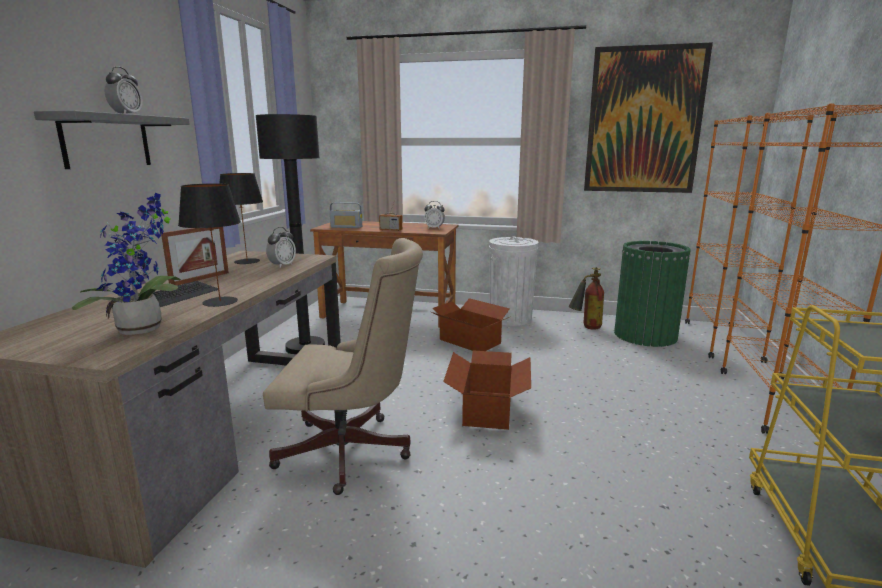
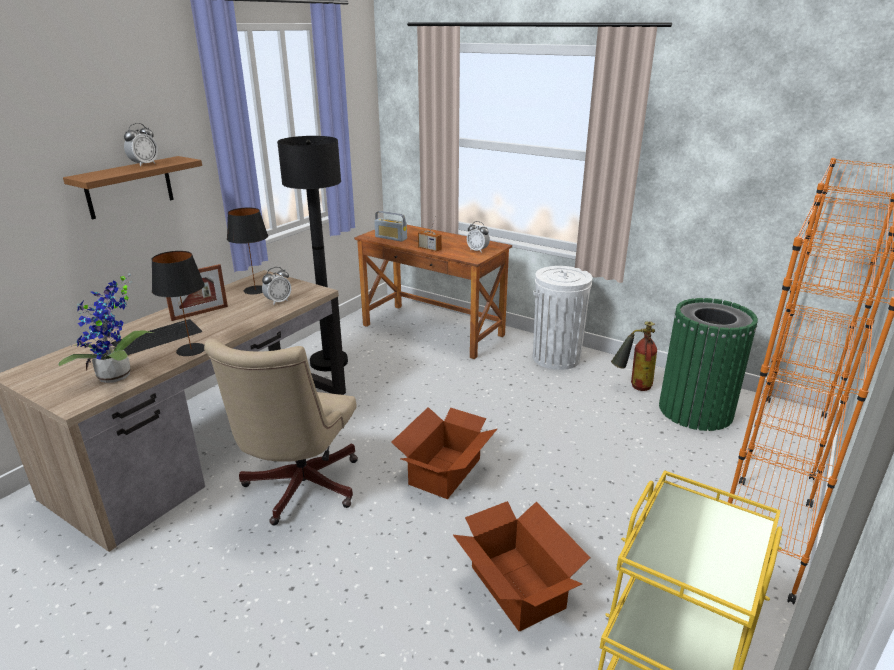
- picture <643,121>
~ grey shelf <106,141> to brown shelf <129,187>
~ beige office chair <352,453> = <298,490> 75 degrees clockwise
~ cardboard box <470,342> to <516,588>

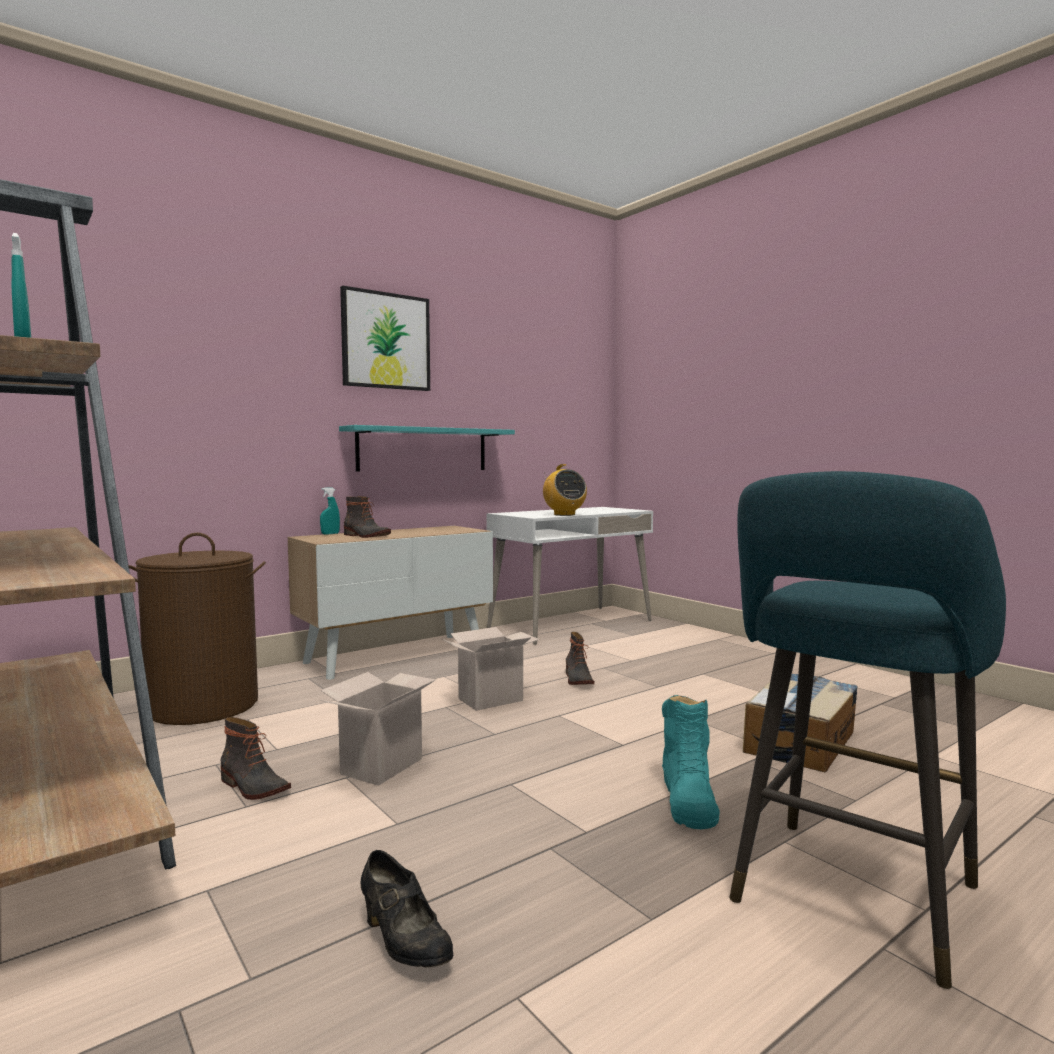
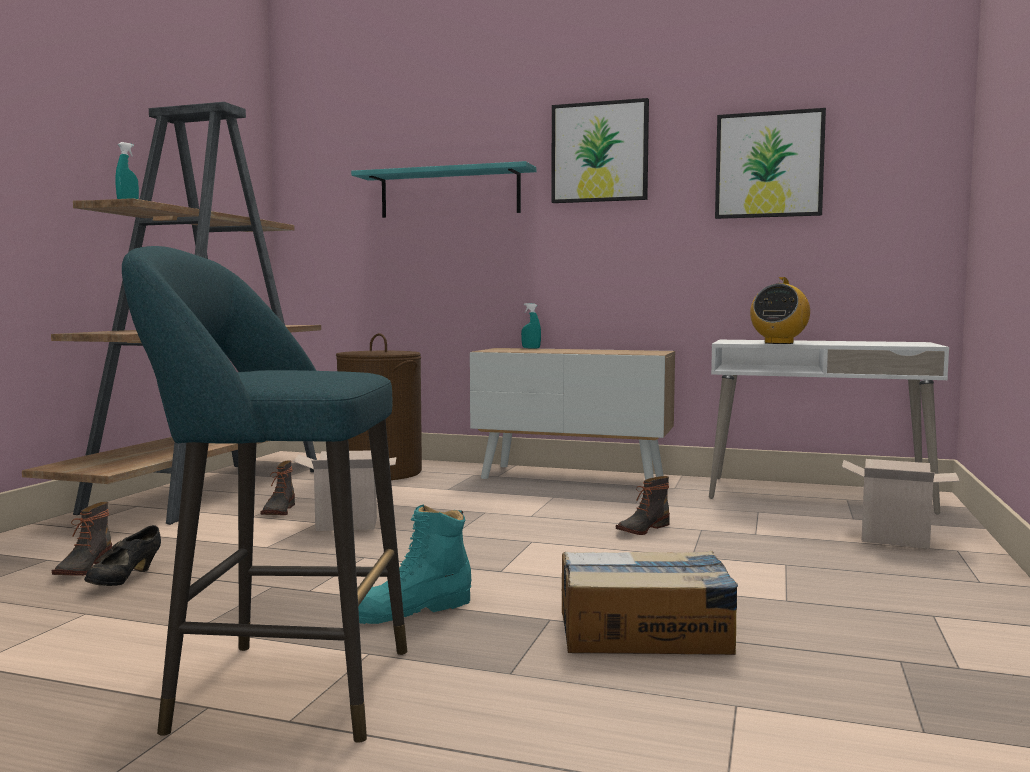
~ turquoise shelf <423,449> to <449,193>
~ boot <365,536> to <82,568>
~ cardboard box <491,699> to <897,539>
+ picture <769,165>

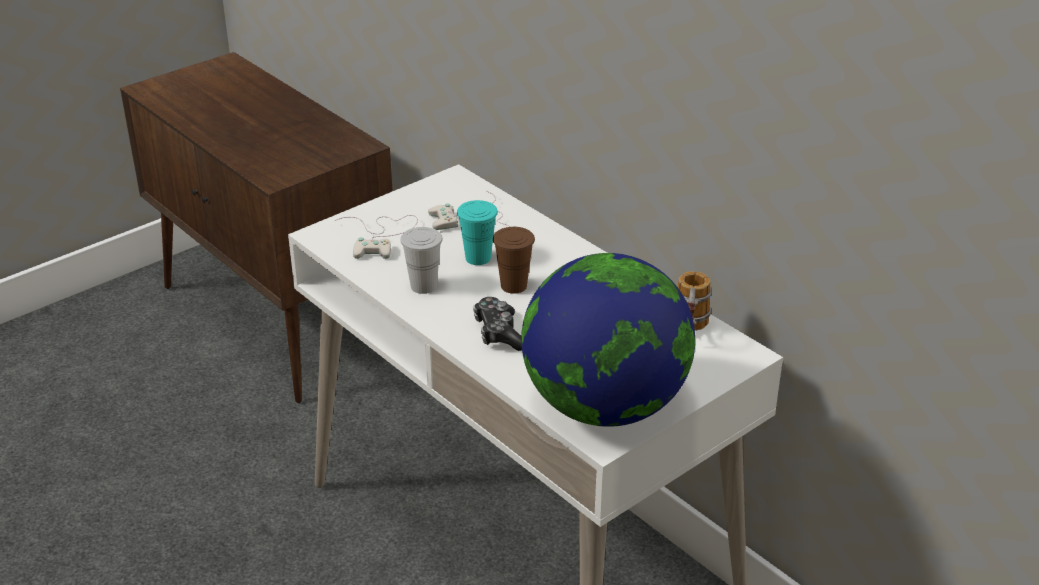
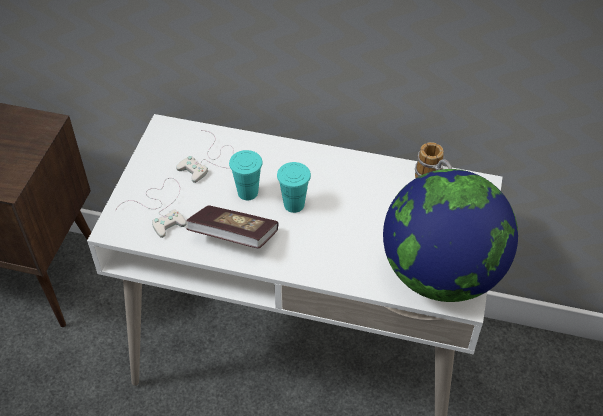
~ white cup <423,286> to book <234,237>
~ brown cup <513,286> to turquoise cup <294,204>
- game controller <499,333>

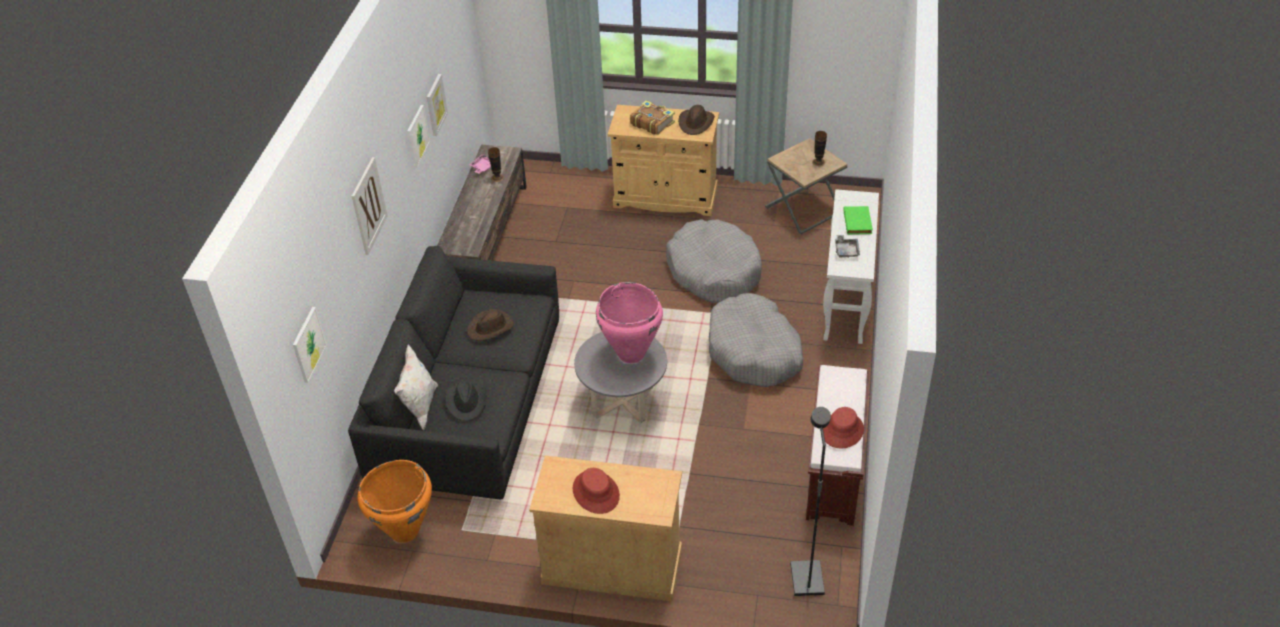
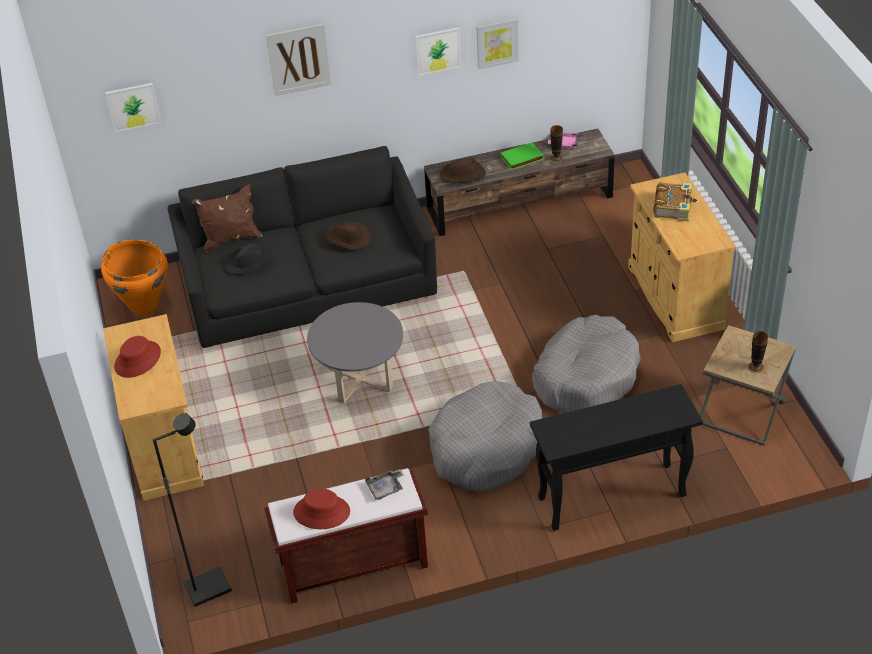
~ brown hat <696,123> to <463,175>
~ white console table <846,303> to black console table <610,497>
~ green book <858,222> to <522,159>
~ grey tray <846,250> to <386,488>
- pink vase <631,354>
~ white pillow <420,407> to brown pillow <231,239>

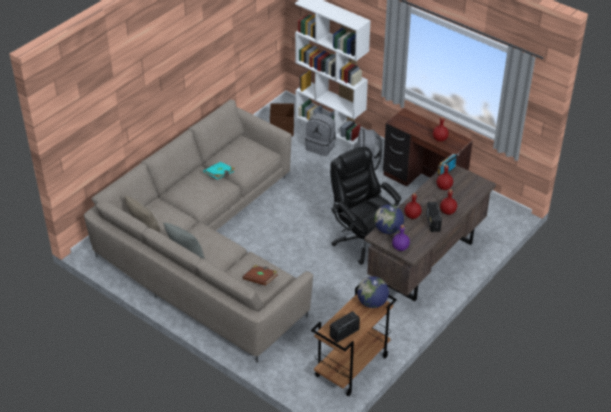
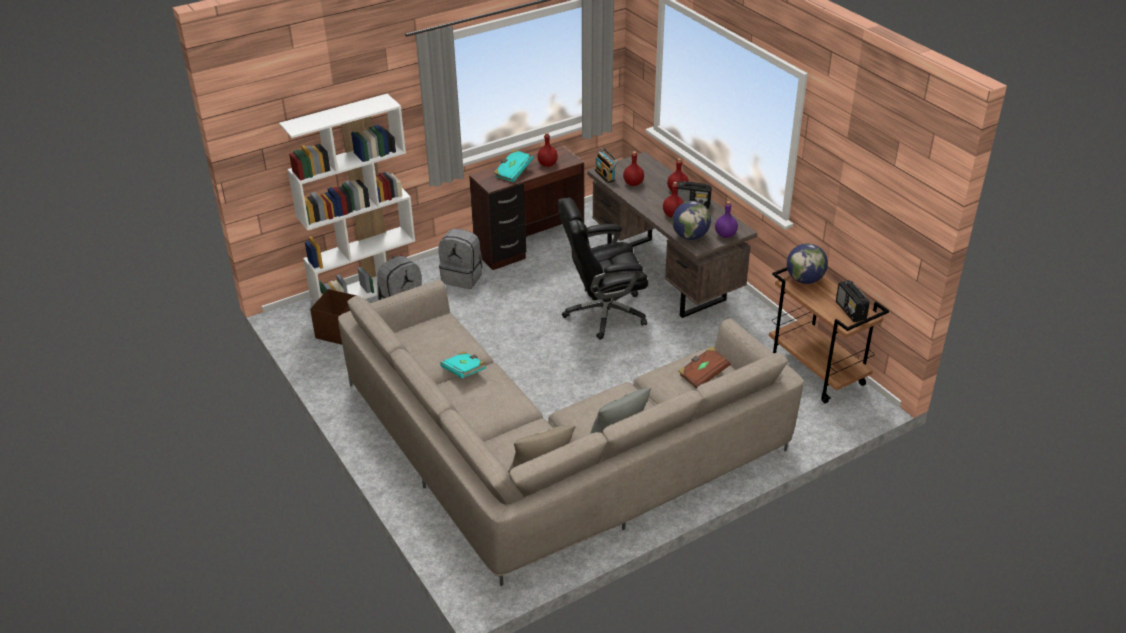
+ turquoise book <513,172>

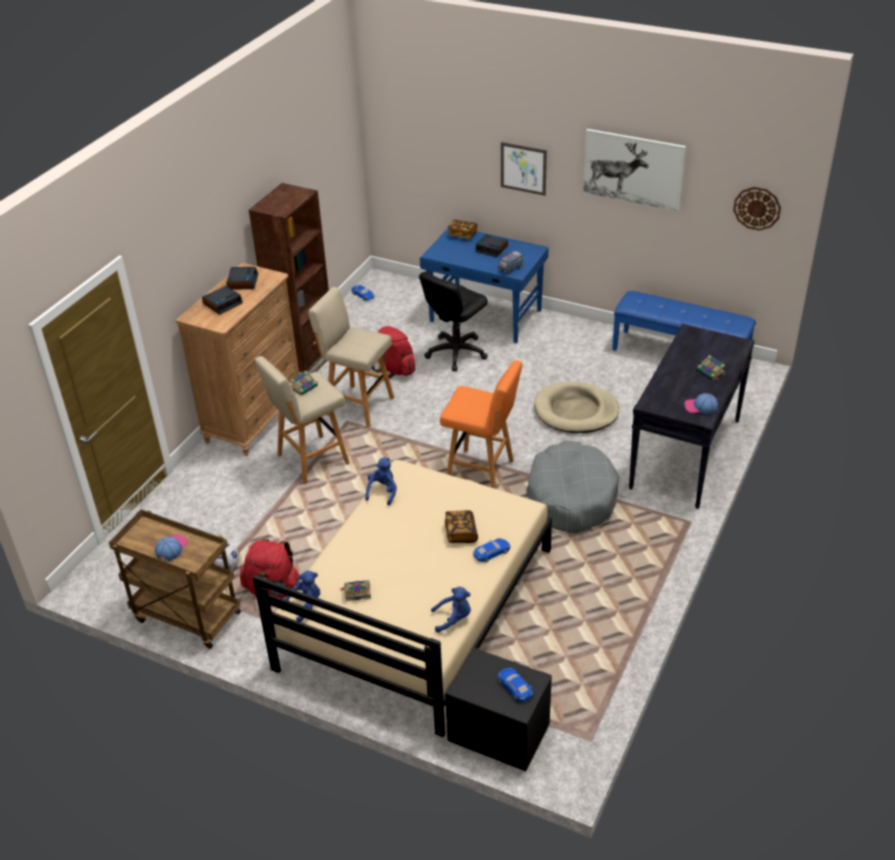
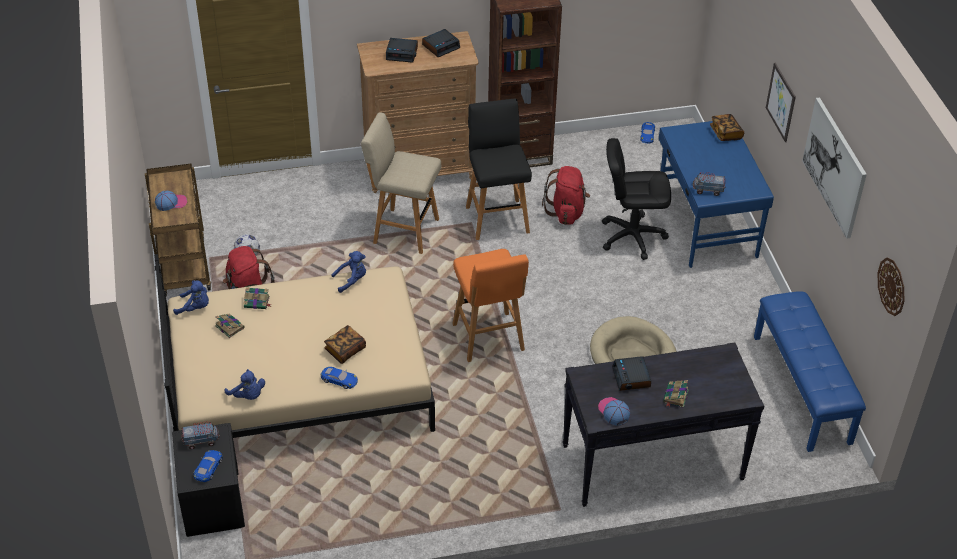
~ alarm clock <492,249> to <631,377>
~ beige stool <358,405> to black stool <497,218>
~ book <304,387> to <257,302>
- grey dog bed <571,497>
+ toy truck <201,441>

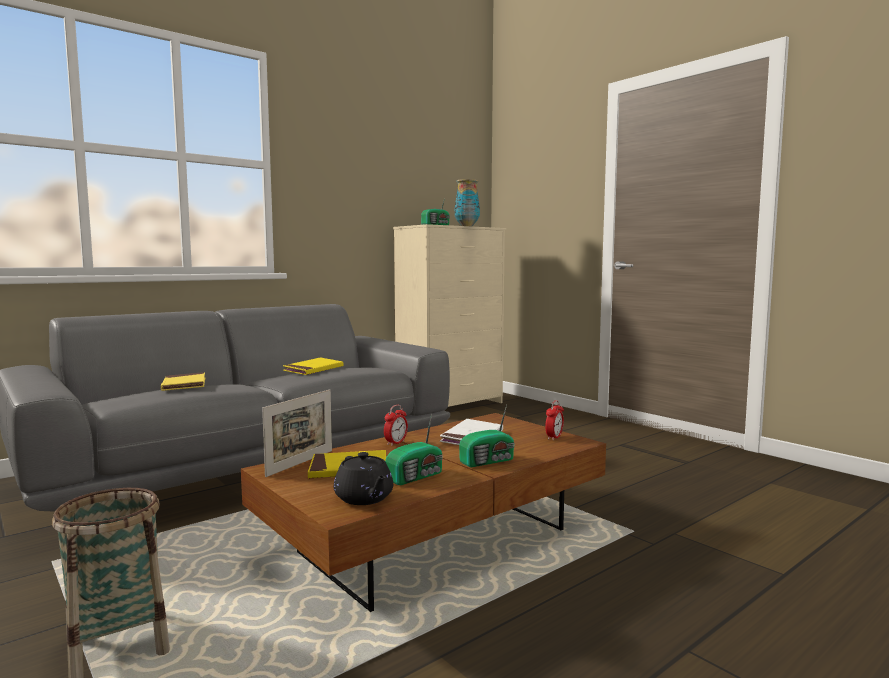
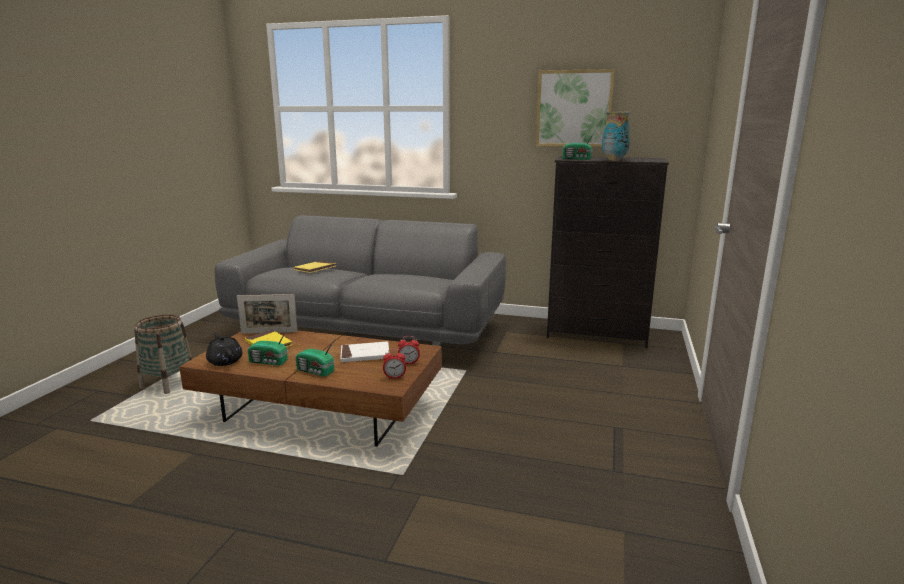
~ beige dresser <451,405> to black dresser <597,334>
- yellow book <313,369>
~ alarm clock <395,443> to <409,363>
~ black teapot <364,498> = <225,361> 120 degrees clockwise
+ picture <574,108>

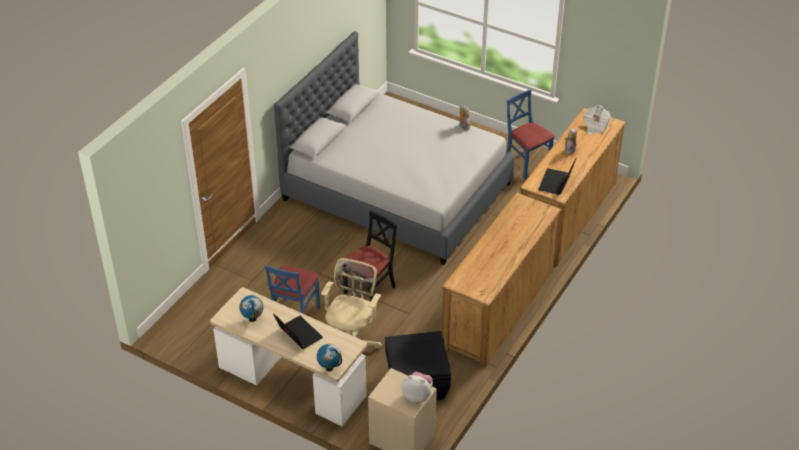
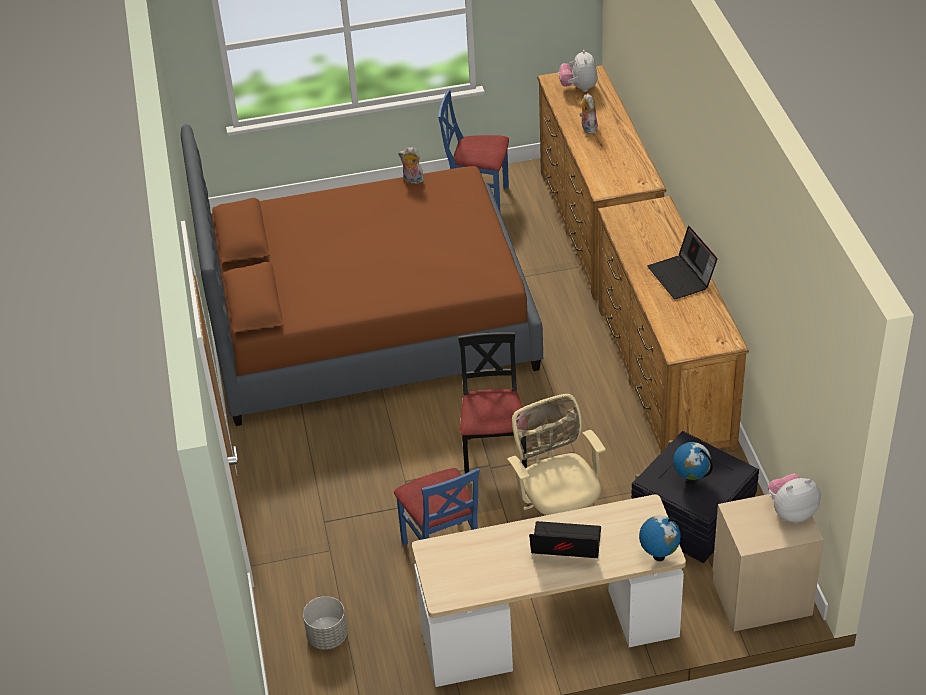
~ grey bed <397,191> to brown bed <369,323>
~ newspaper <595,126> to plush toy <579,88>
~ laptop <556,183> to <682,277>
~ globe <253,319> to <691,479>
+ grey planter <327,636>

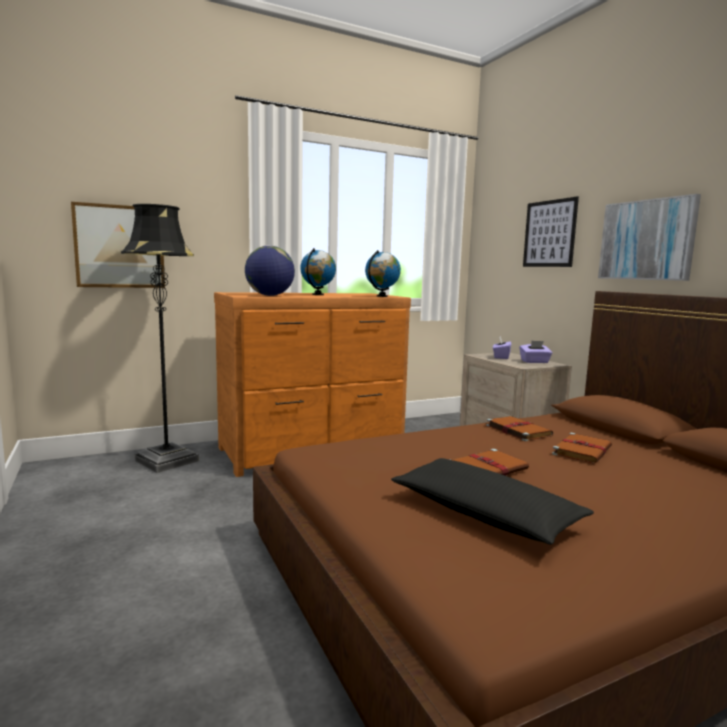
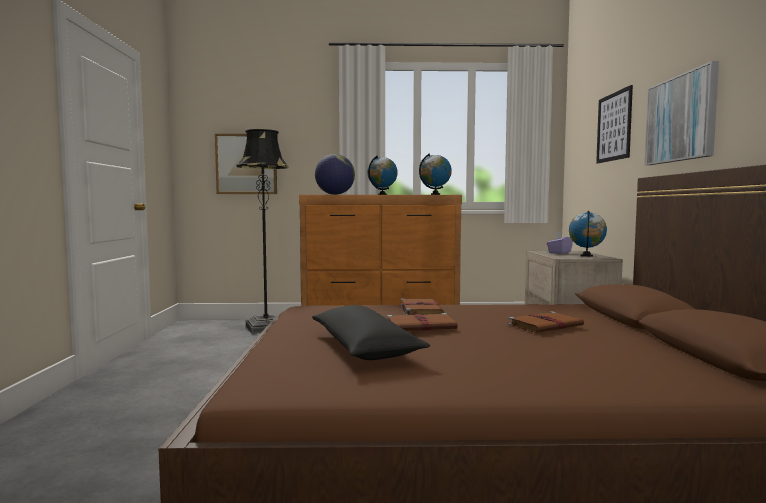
~ purple tissue box <534,362> to globe <586,256>
~ brown book <517,430> to <420,310>

